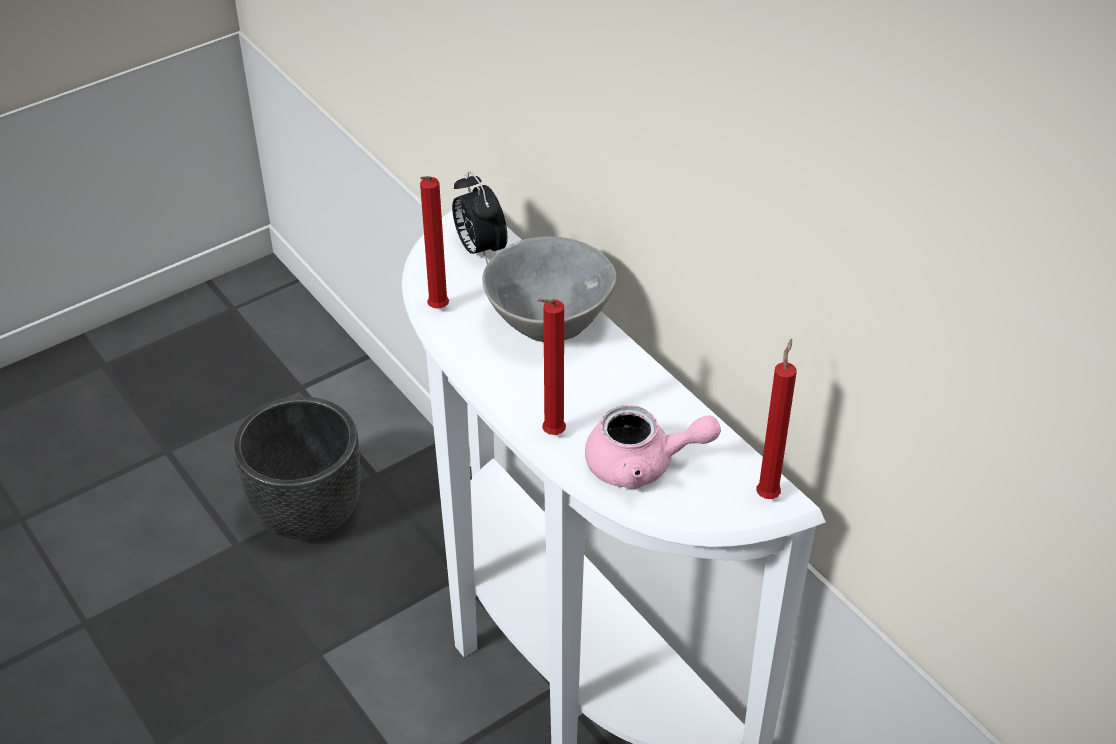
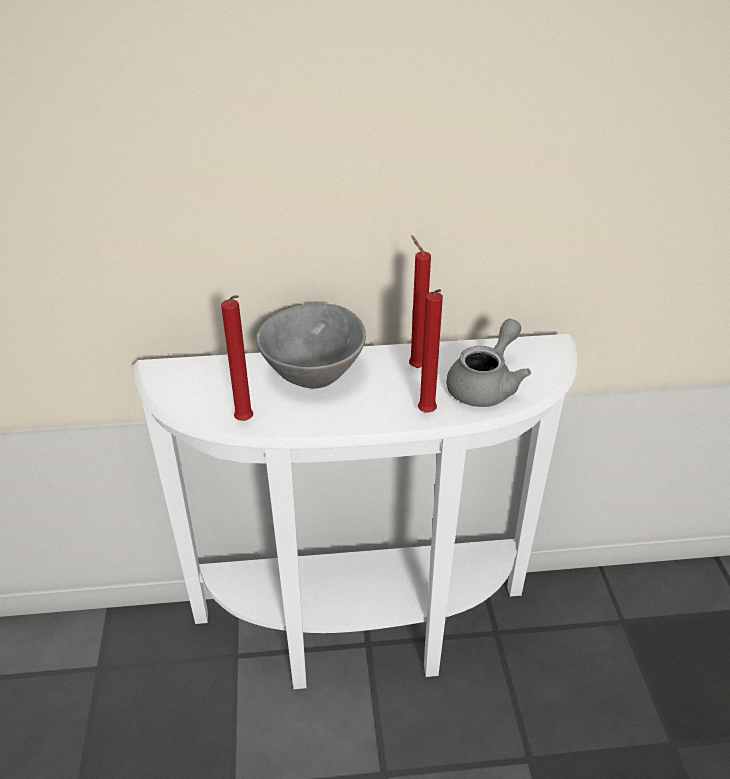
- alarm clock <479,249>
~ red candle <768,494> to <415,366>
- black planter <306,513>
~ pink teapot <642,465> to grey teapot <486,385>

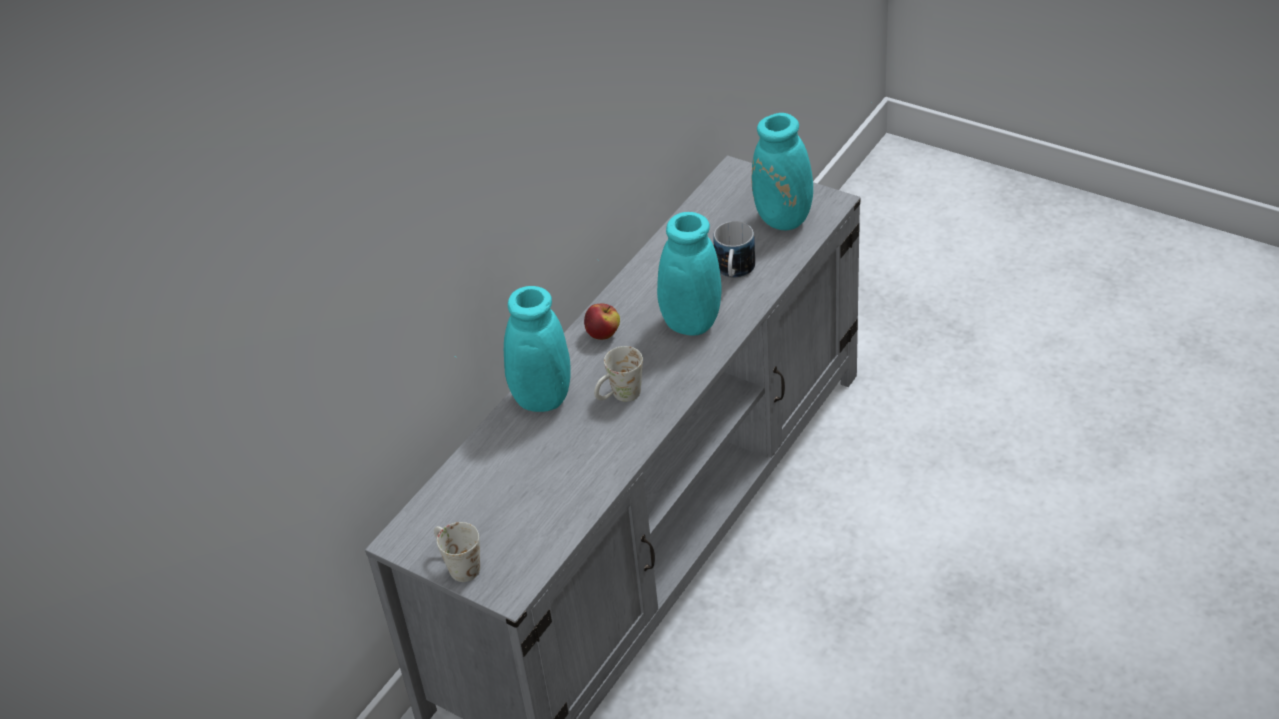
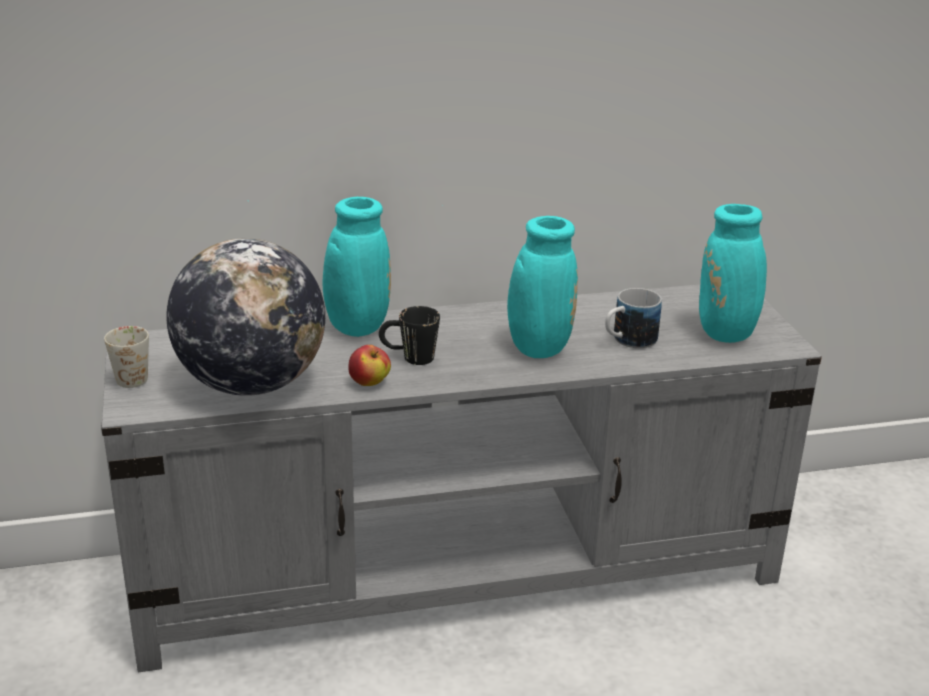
~ apple <603,334> to <369,383>
~ white mug <619,397> to black mug <409,357>
+ globe <251,384>

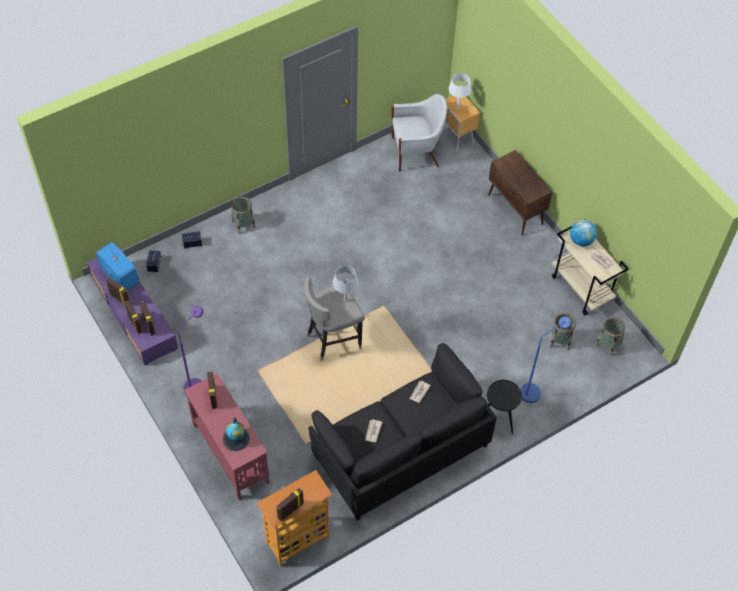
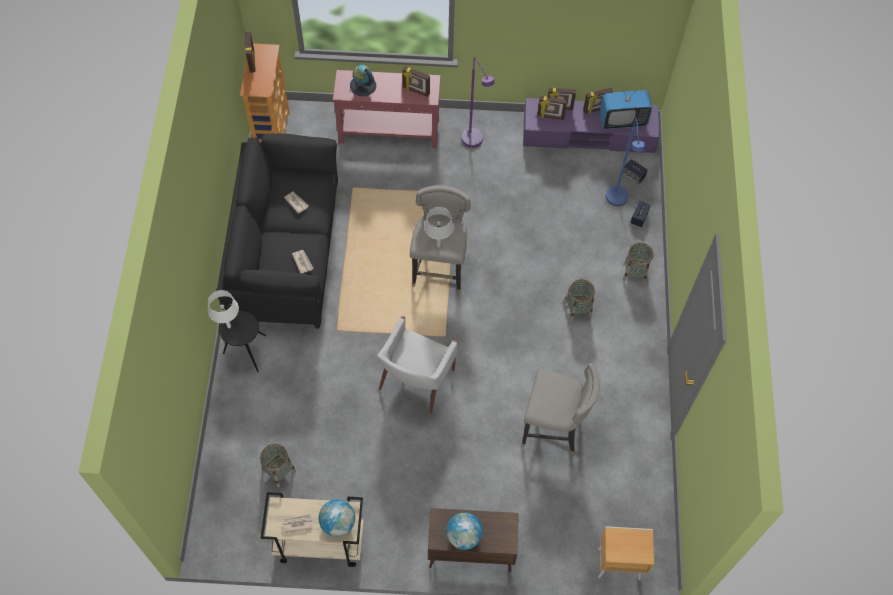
~ white table lamp <457,108> to <229,326>
~ white armchair <416,152> to <415,381>
~ blue floor lamp <534,390> to <617,202>
~ basket <608,344> to <577,309>
+ grey stool <552,430>
+ globe <463,536>

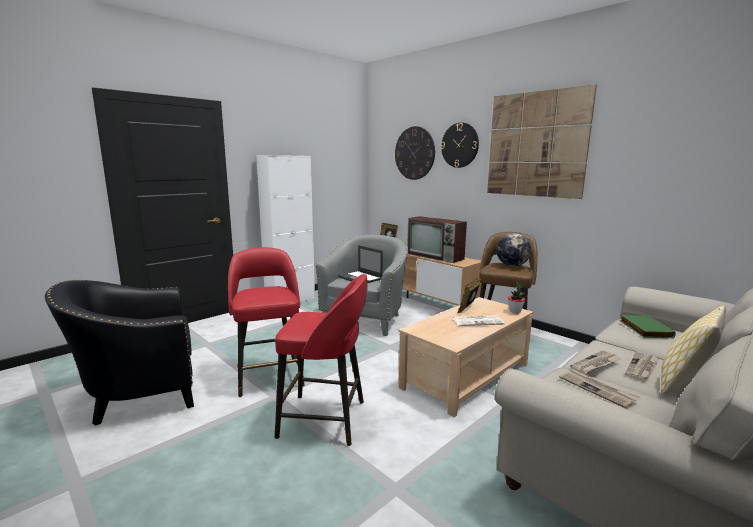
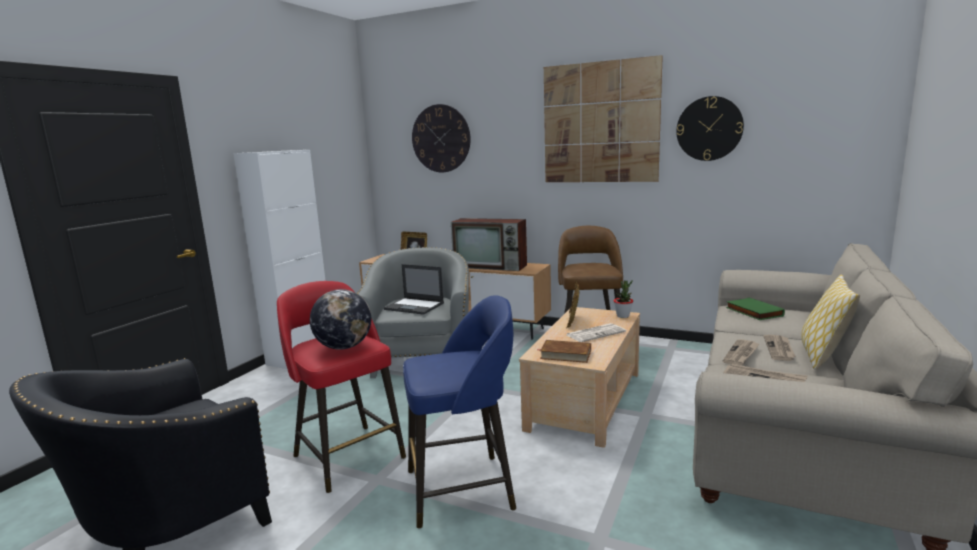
~ wall clock <459,145> to <709,128>
~ globe <512,266> to <344,347>
~ red stool <325,419> to blue stool <463,489>
+ brown book <565,354>

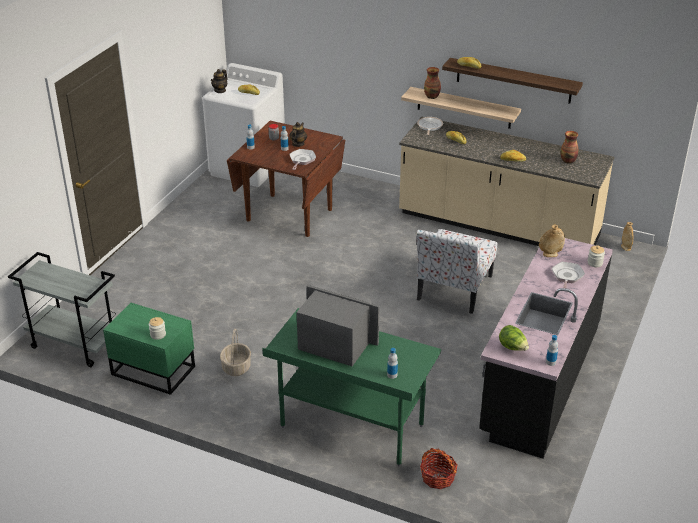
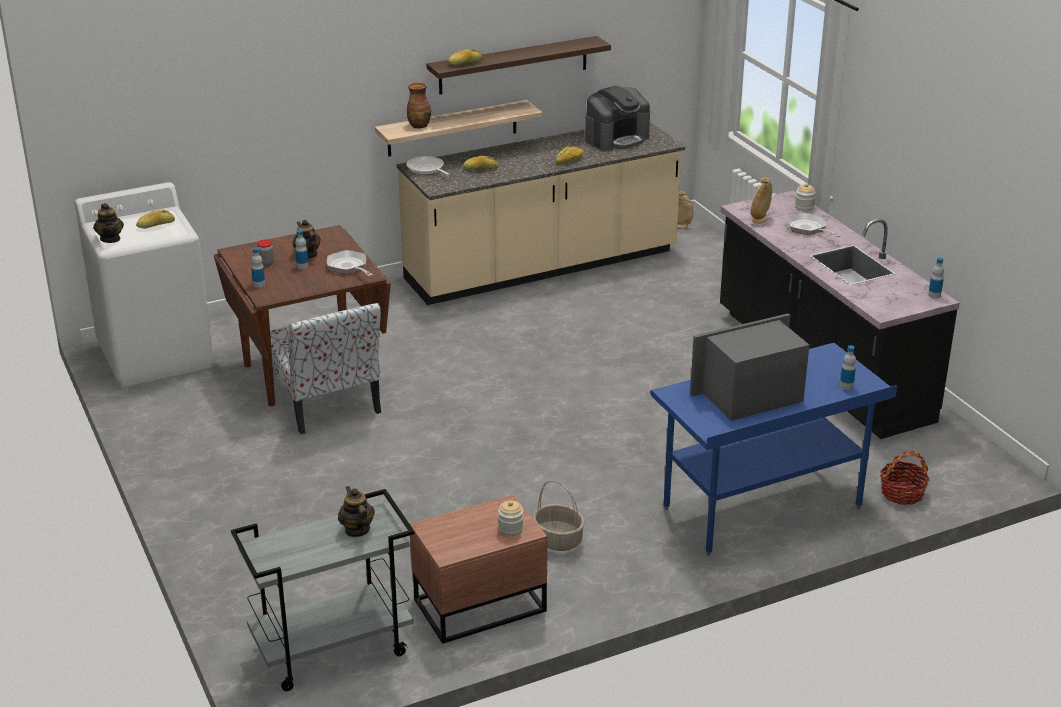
~ vase <568,161> to coffee machine <616,138>
~ chair <454,289> to <324,401>
~ green nightstand <153,369> to brown nightstand <477,604>
~ green desk <351,427> to blue desk <762,509>
- lettuce <513,348>
+ teapot <357,530>

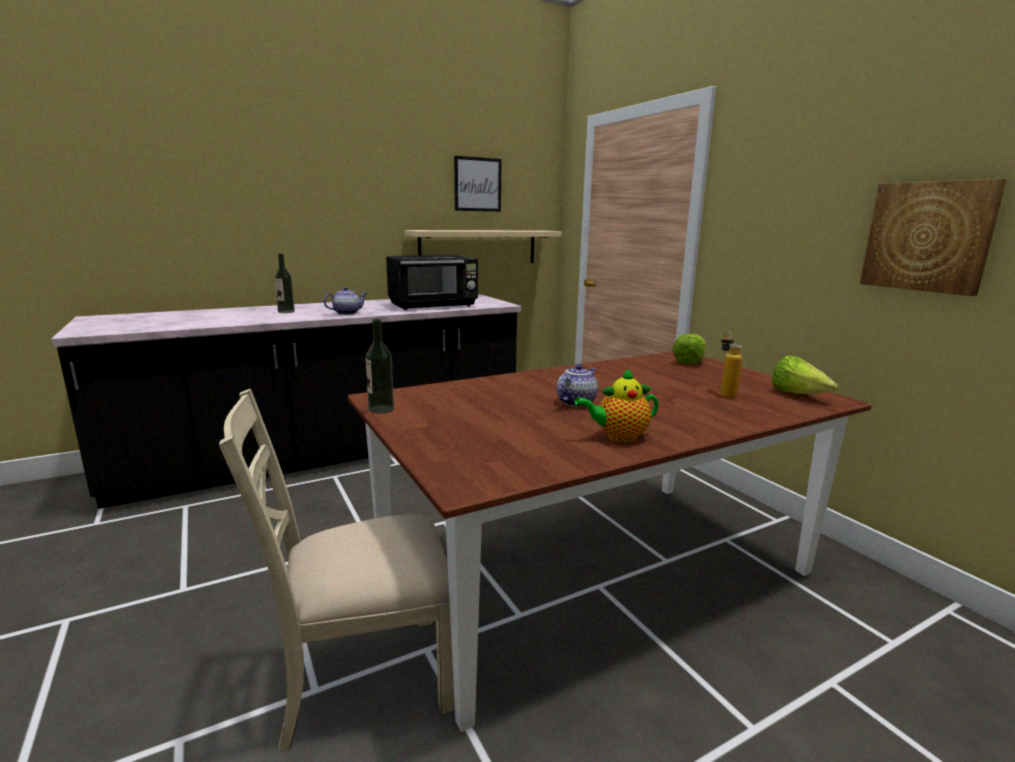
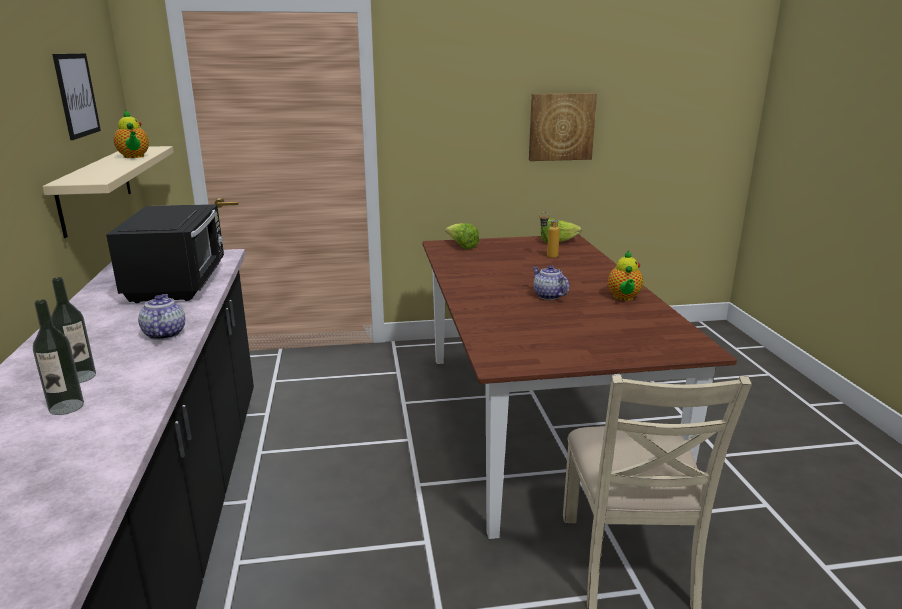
~ bottle <381,409> to <66,407>
+ teapot <134,157>

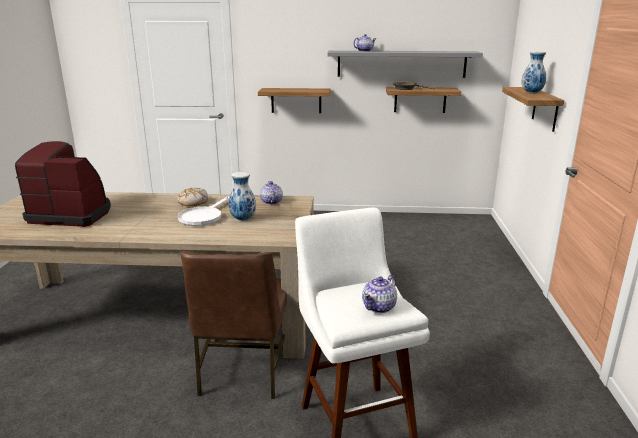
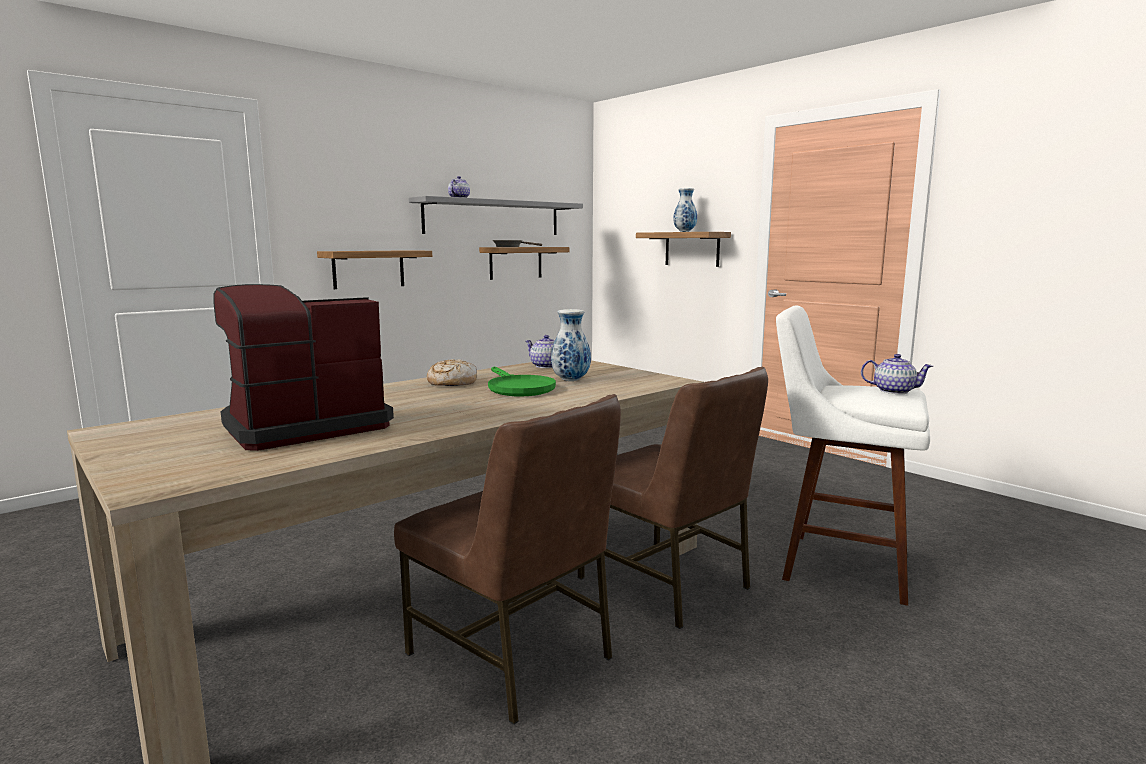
~ white frying pan <203,217> to green frying pan <517,388>
~ teapot <379,307> = <893,391> 60 degrees counterclockwise
+ brown chair <512,656>

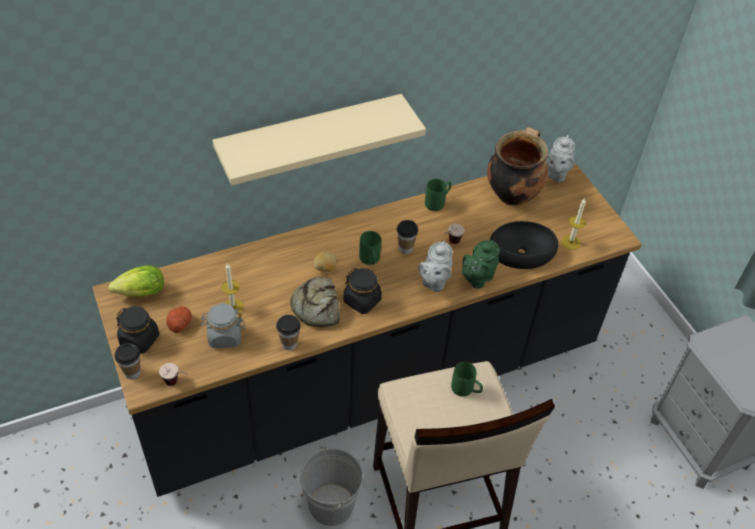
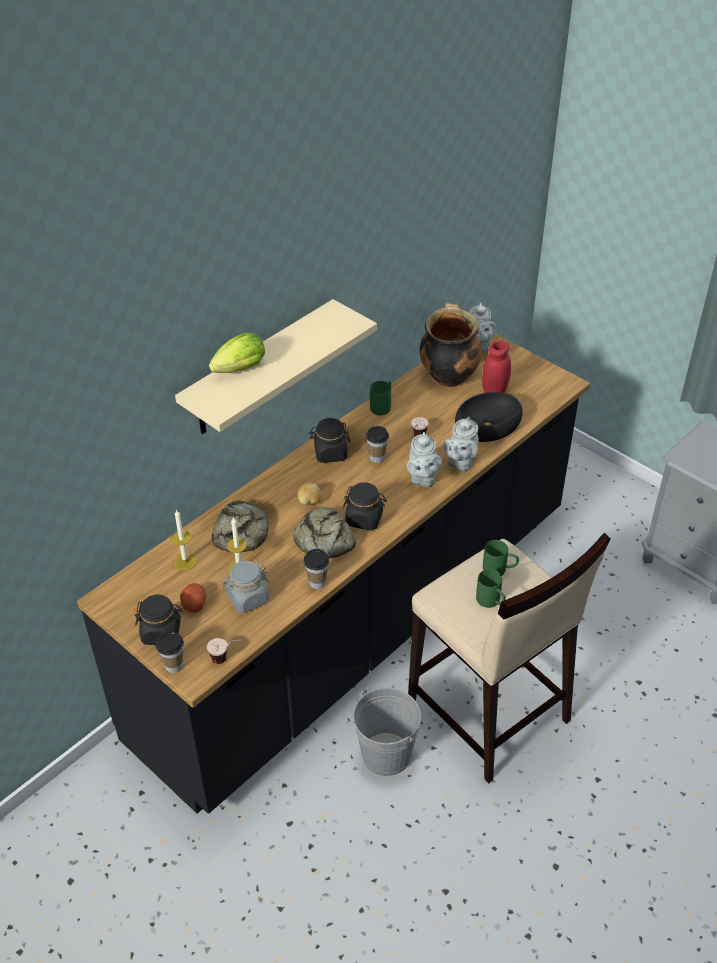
~ candle <570,242> to <185,561>
~ green mug <370,261> to <491,602>
~ green teapot <477,278> to grey teapot <460,462>
~ lettuce <138,293> to <237,370>
+ red jar <494,391>
+ black jar <330,453>
+ bread <242,532>

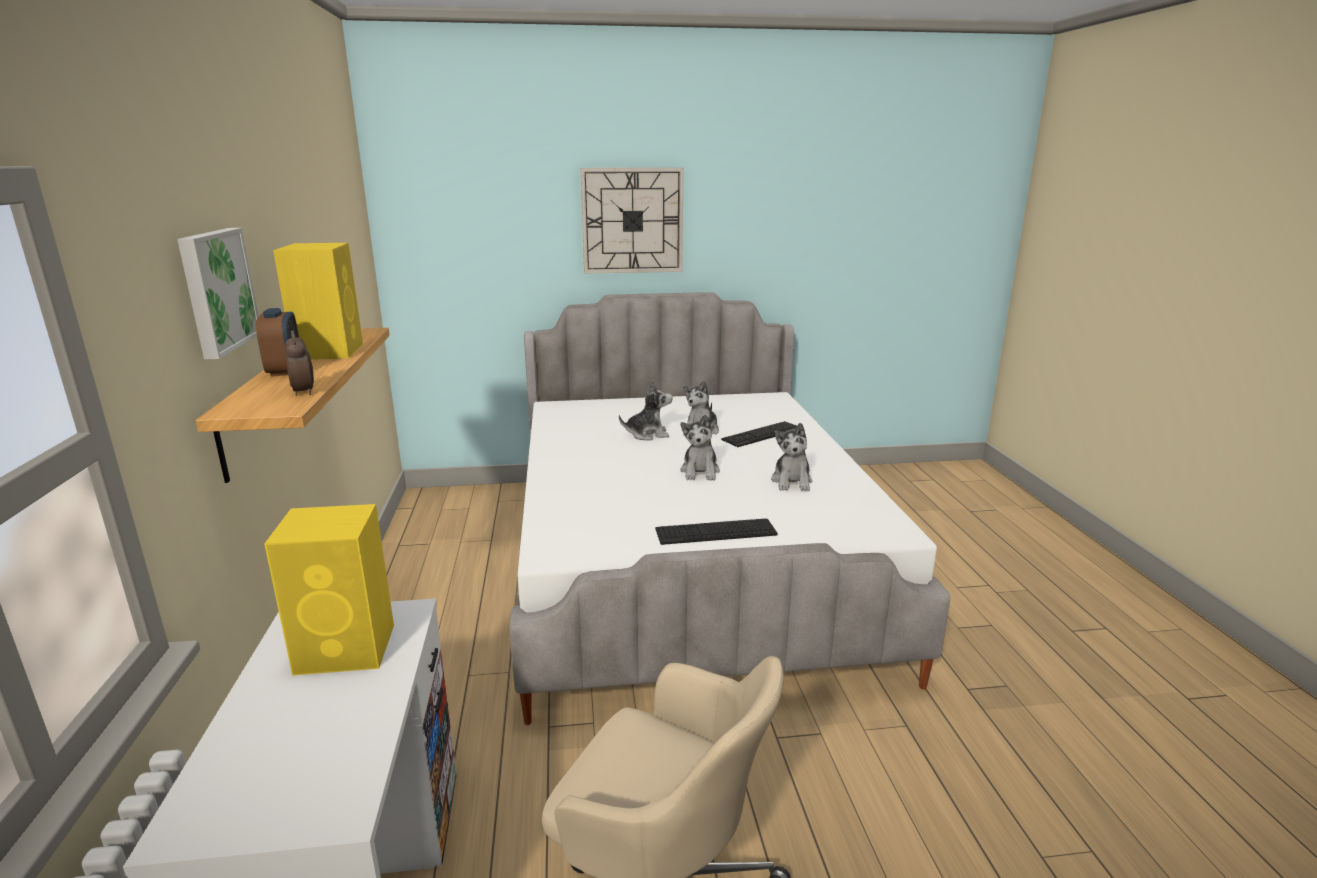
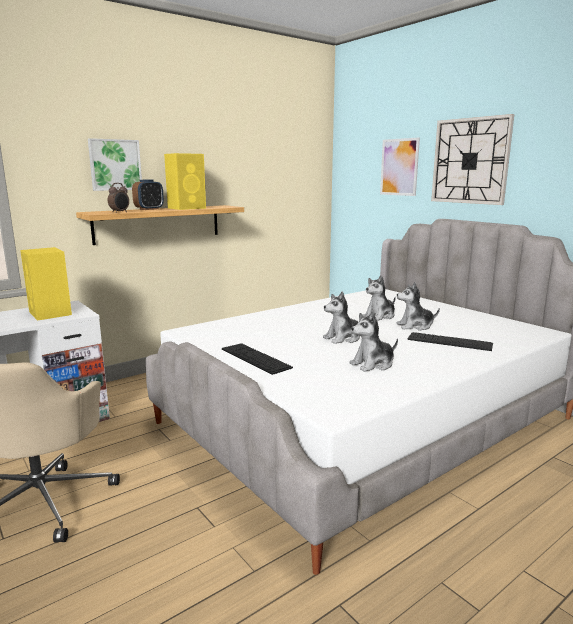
~ plush toy <647,434> = <380,316> 90 degrees clockwise
+ picture <399,167>

